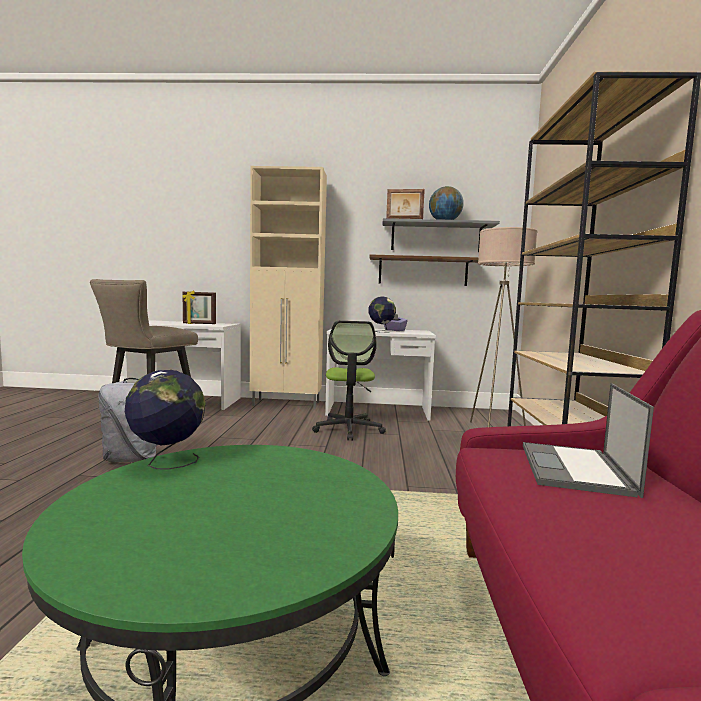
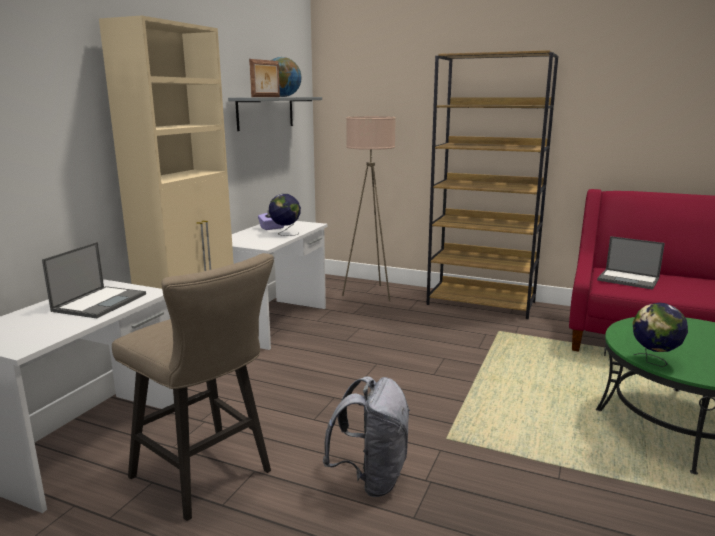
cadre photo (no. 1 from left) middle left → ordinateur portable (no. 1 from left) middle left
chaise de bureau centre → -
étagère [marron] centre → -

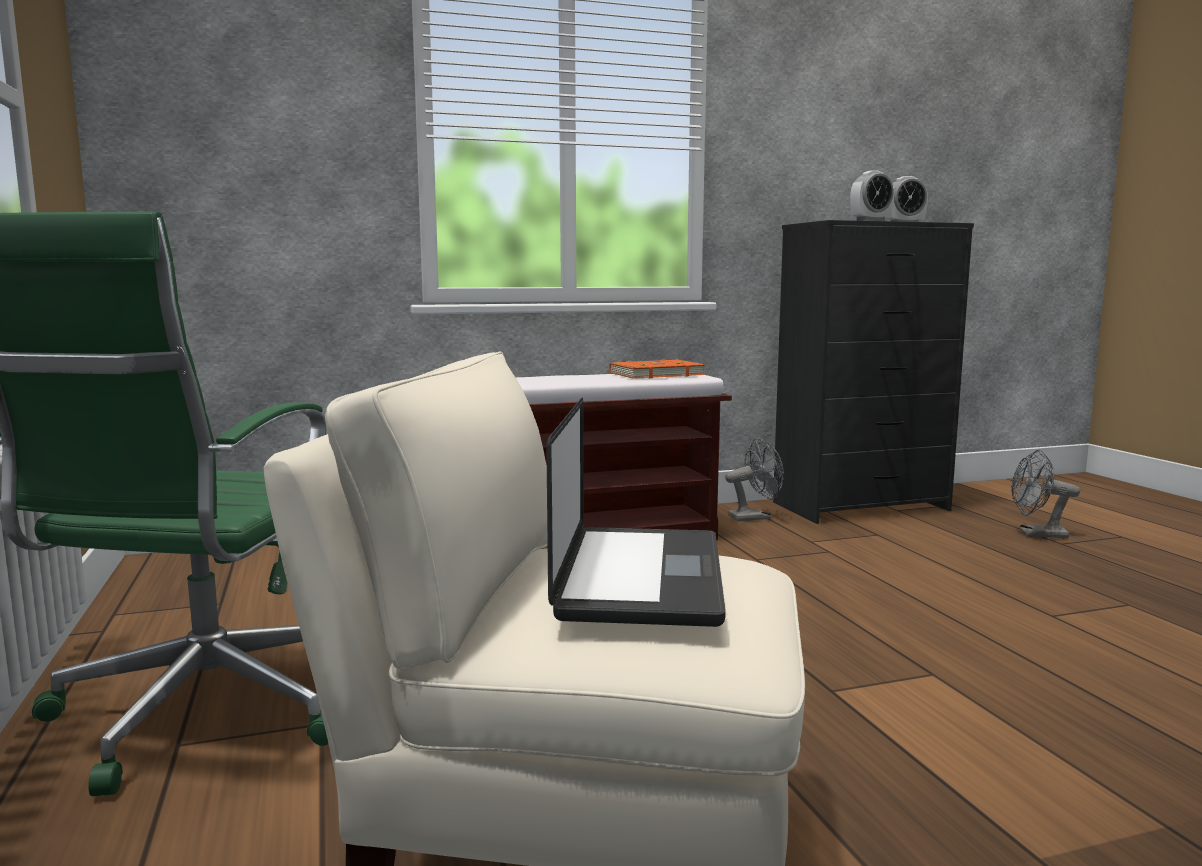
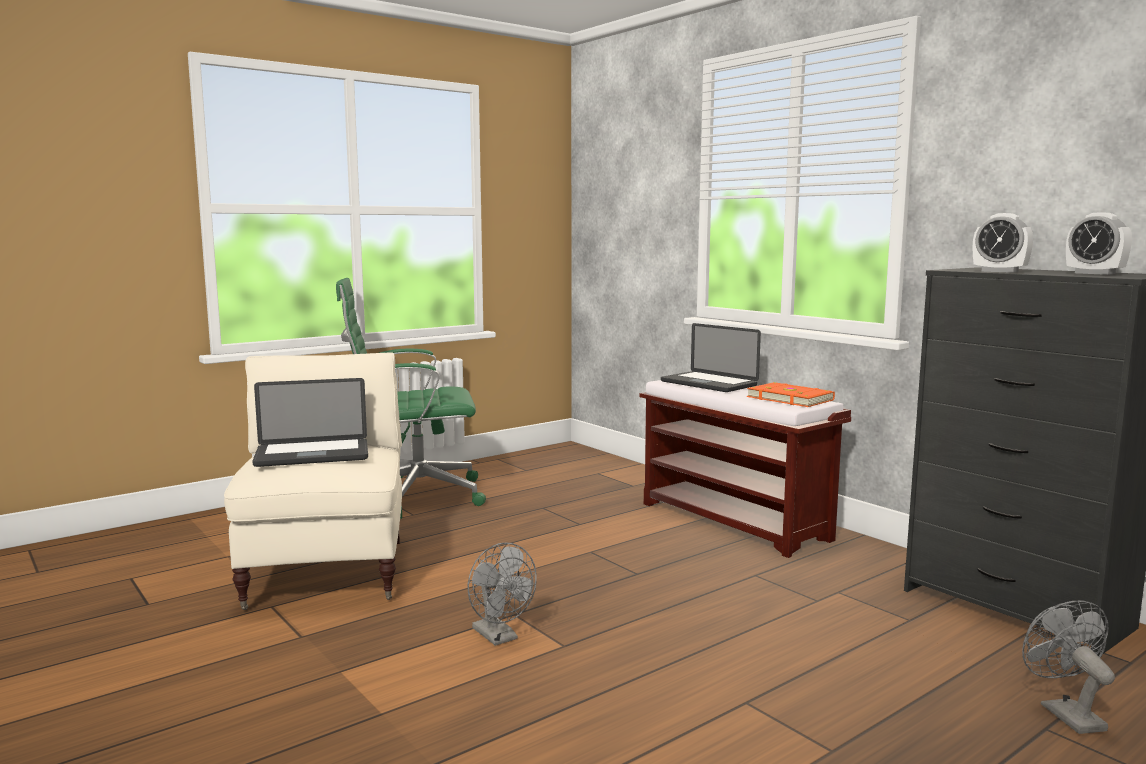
ventilateur [gris] (no. 1 from left) centre → ventilateur [gris] (no. 1 from left) bottom centre, relocated
- → ordinateur portable (no. 2 from left) centre

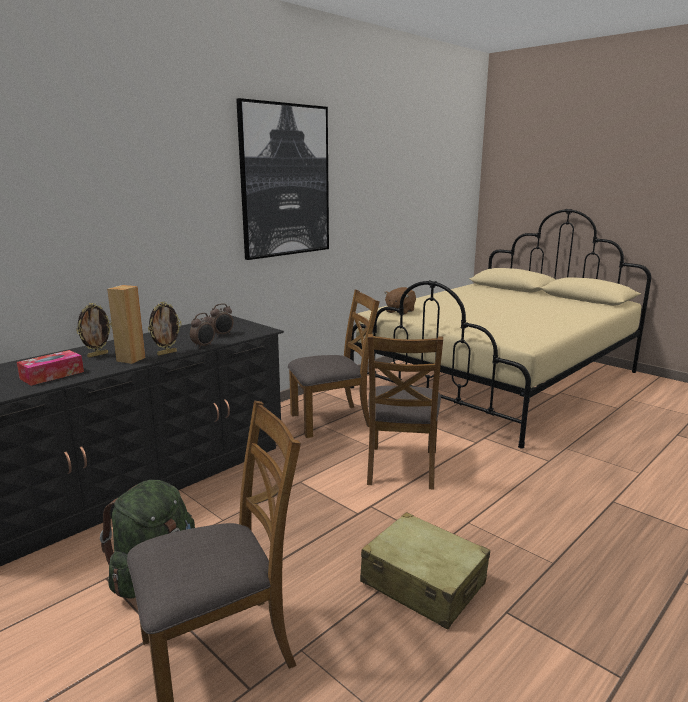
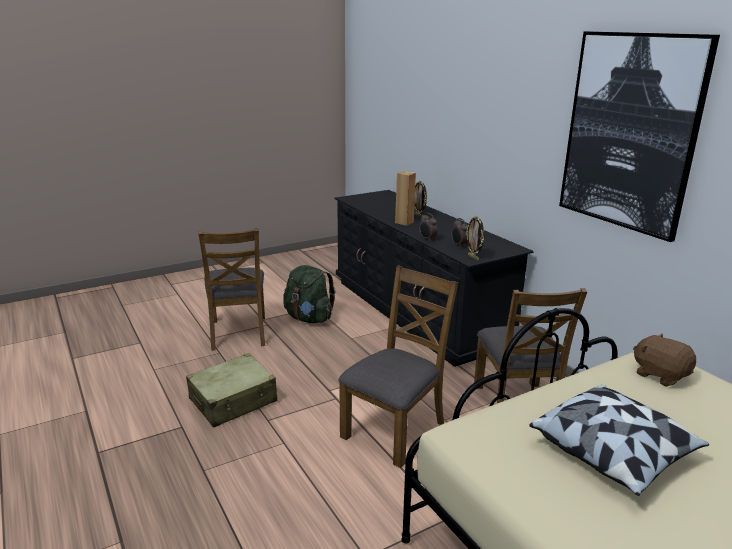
chaise [marron] (no. 3 from left in the first image) centre → chaise [marron] (no. 2 from left) bottom centre, 105 degrees clockwise
cadre photo (no. 2 from left) middle left → cadre photo (no. 2 from left) centre, relocated
- → coussin bottom right
boîte à mouchoirs middle left → -

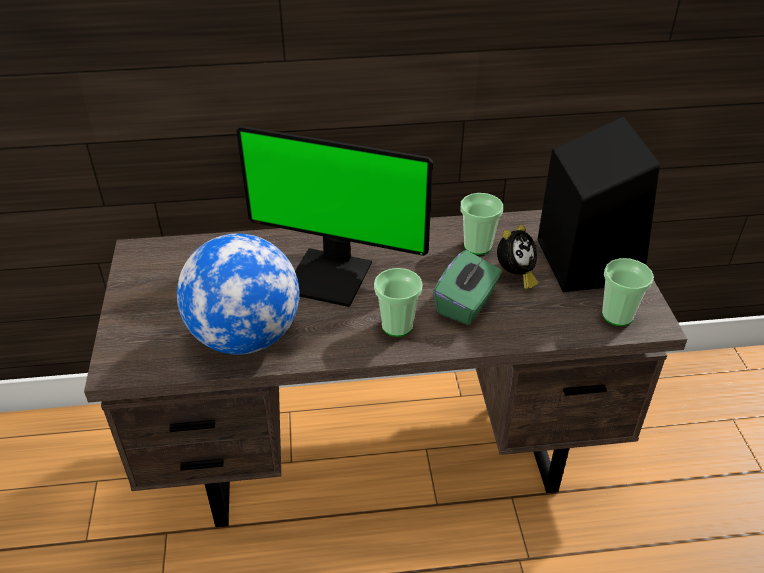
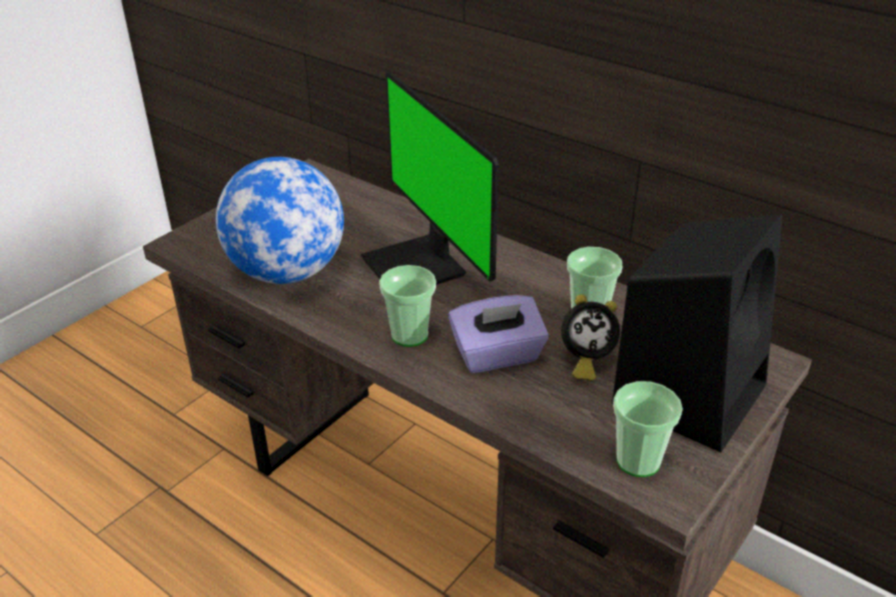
boîte à mouchoirs [vert] centre → boîte à mouchoirs [violet] centre

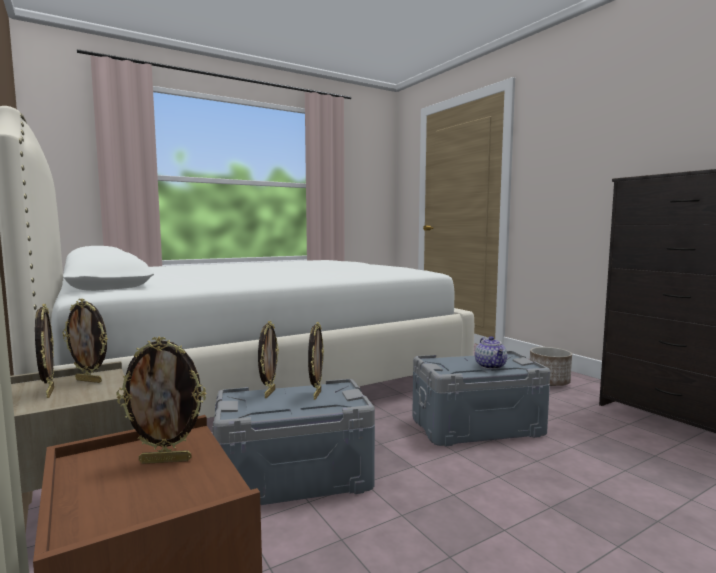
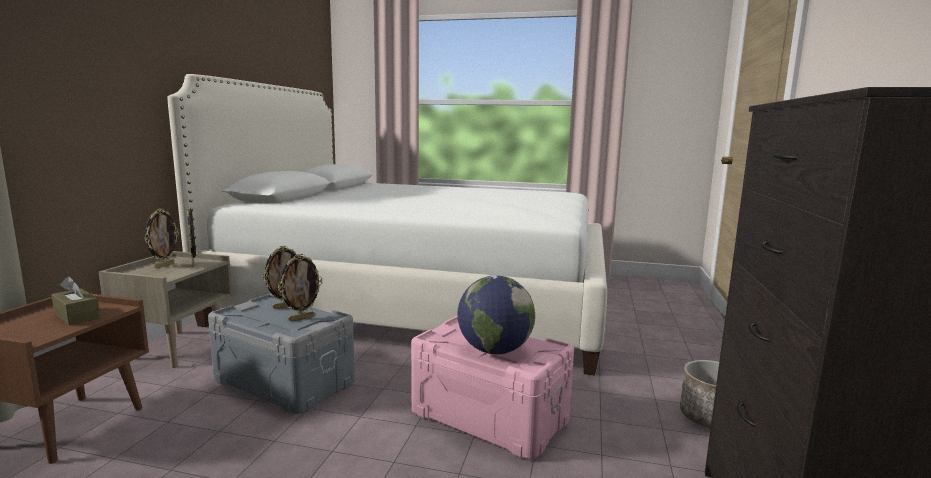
cadre photo (no. 3 from left) bottom left → boîte à mouchoirs [marron] middle left
boîte de rangement [gris] (no. 2 from left) bottom right → boîte de rangement [rose] bottom centre
théière middle right → globe centre

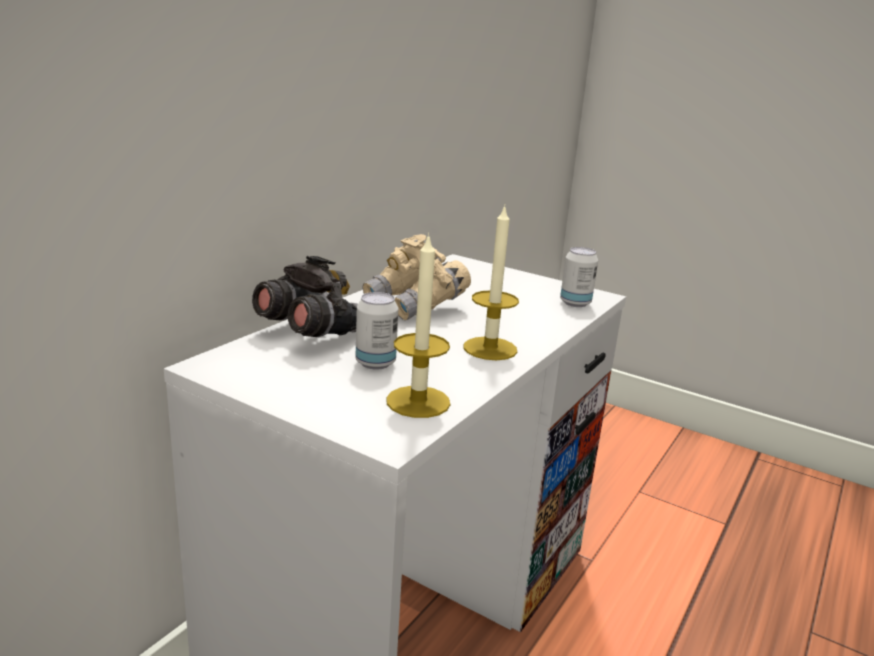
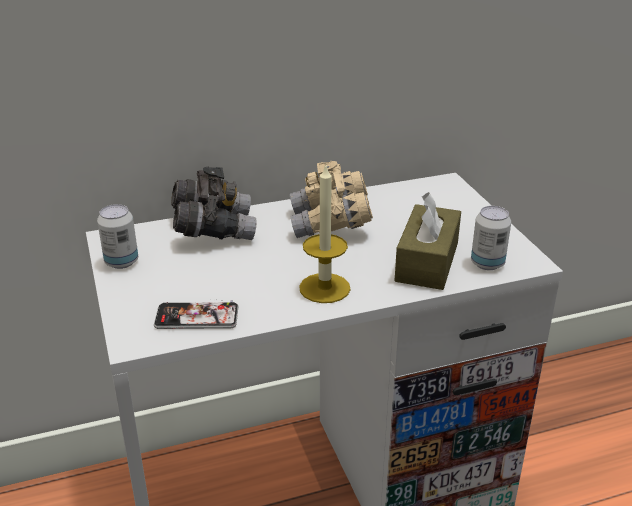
boîte métallique (no. 1 from left) centre → boîte métallique (no. 1 from left) middle left, relocated
bougie (no. 1 from left) centre → téléphone middle left
- → boîte à mouchoirs [marron] middle right

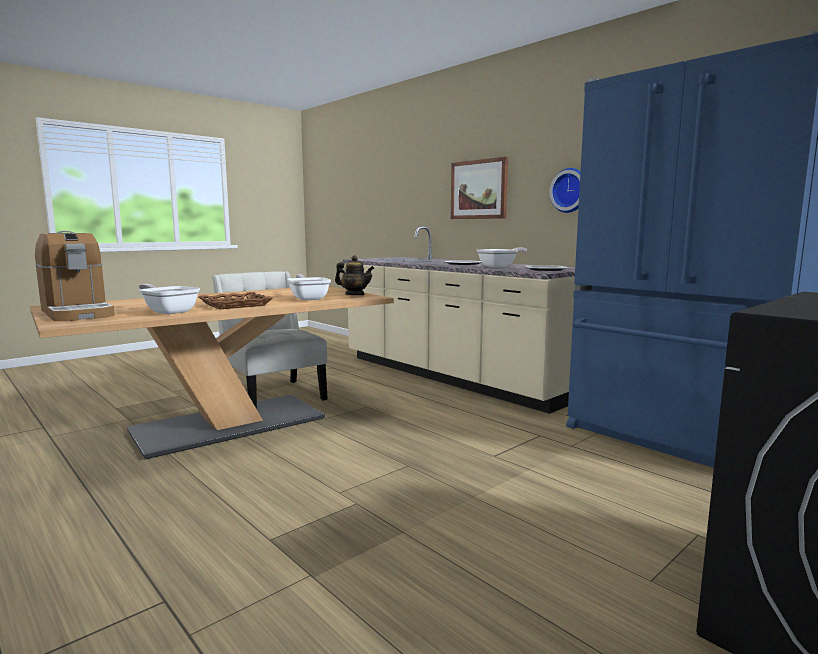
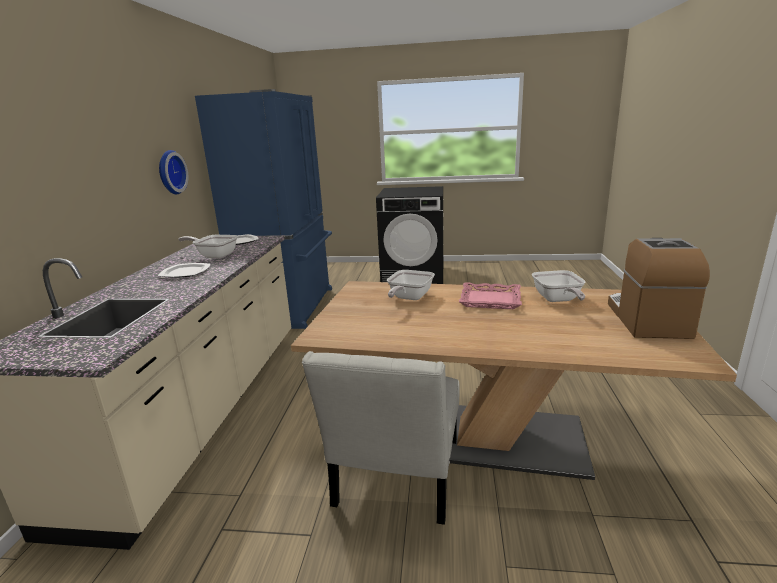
plateau [marron] middle left → plateau [rose] centre
théière centre → -
tableau top centre → -

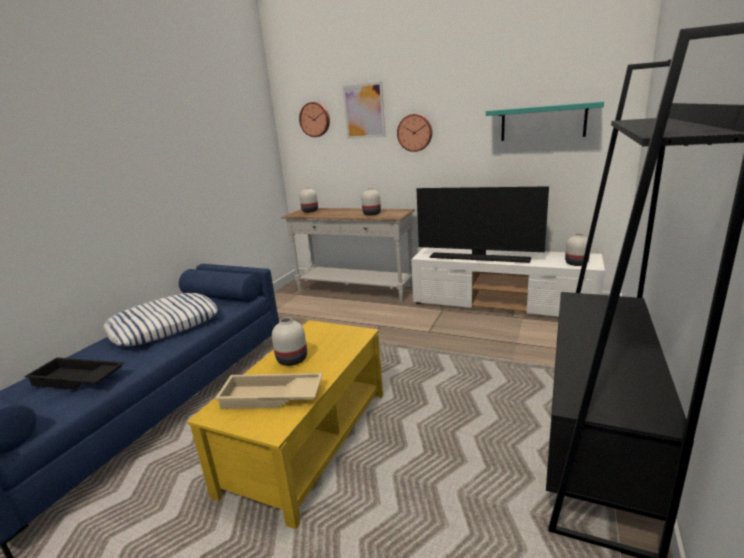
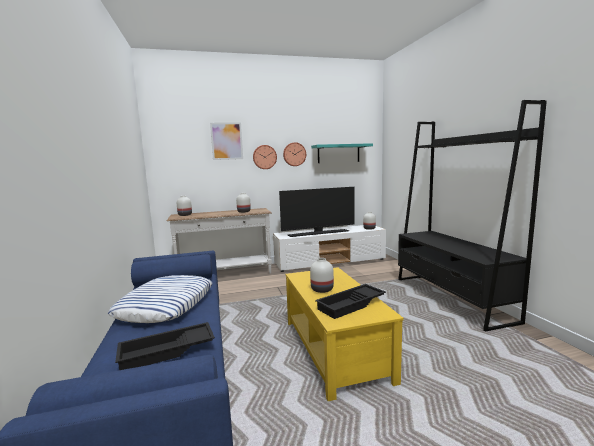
horloge murale (no. 1 from left in the first image) top centre → horloge murale (no. 2 from left) centre, relocated
plateau [beige] bottom centre → plateau [noir] (no. 2 from left) bottom centre

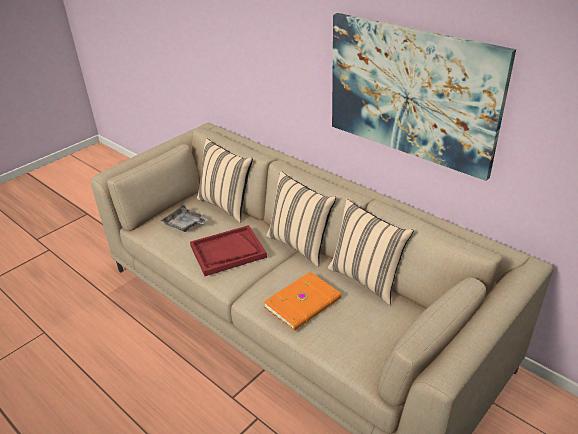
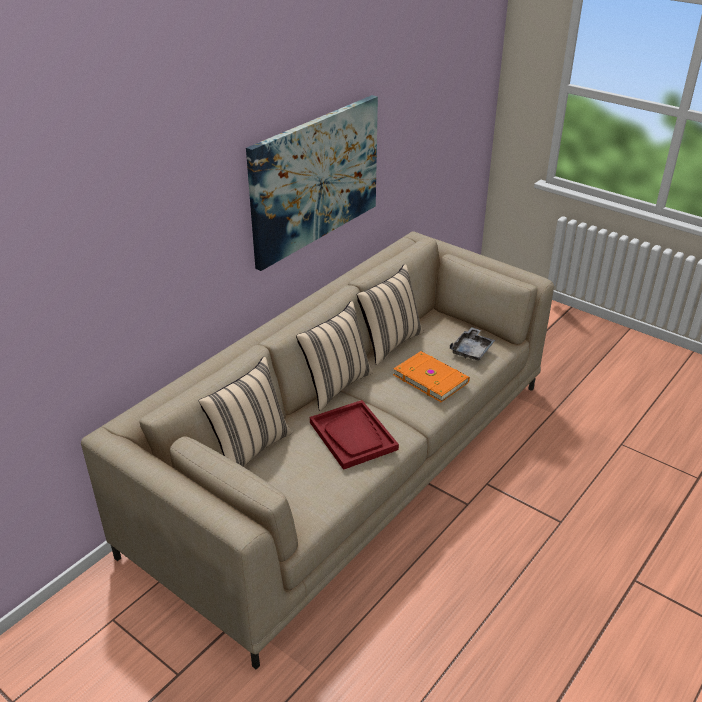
plateau [gris] middle left → plateau [gris] middle right, relocated

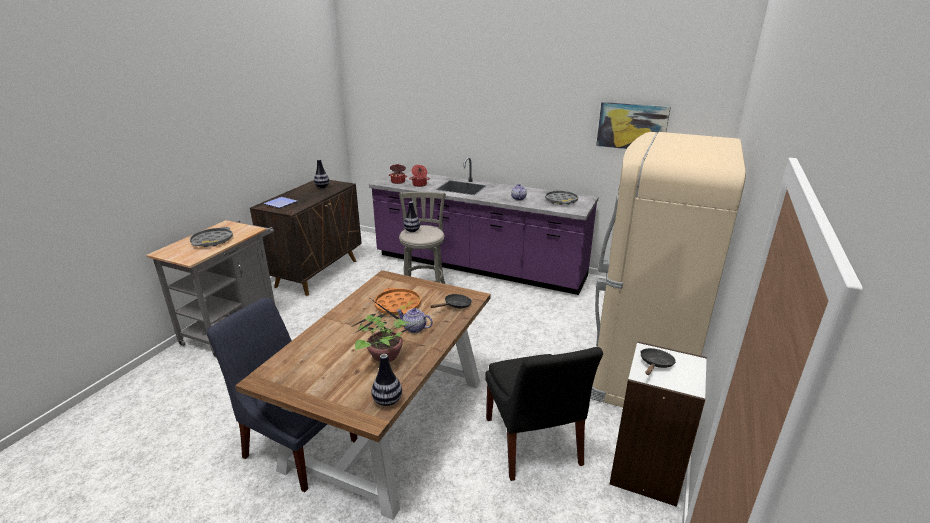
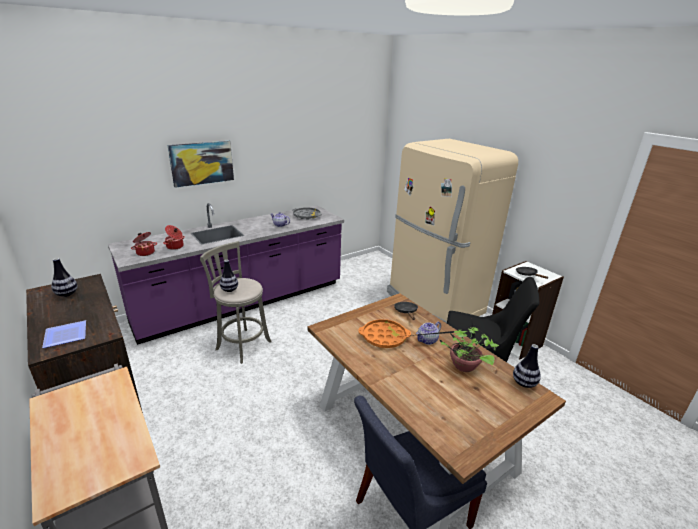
tableau top right → tableau top left, relocated
plateau [gris] (no. 1 from left) middle left → -

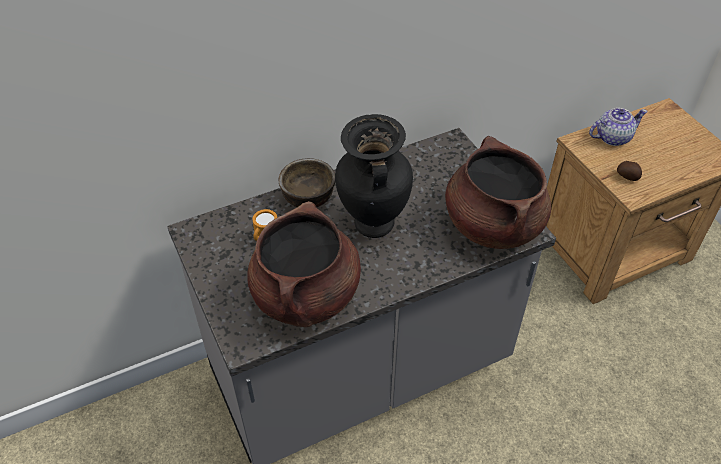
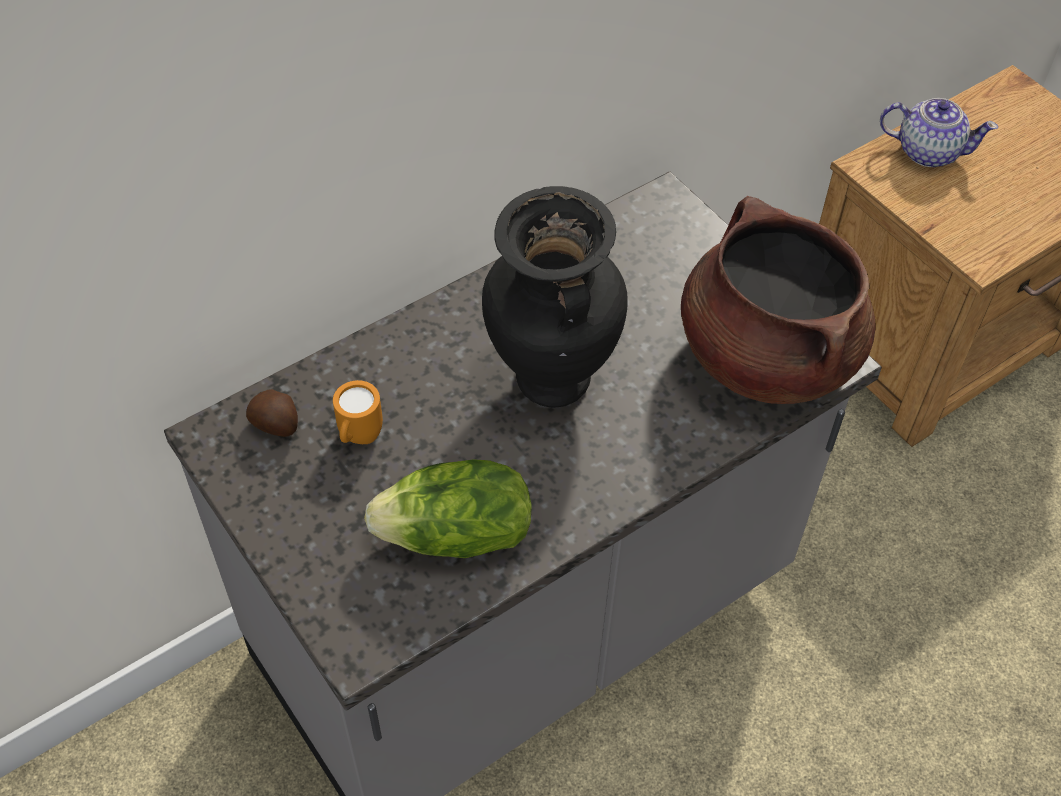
pomme de terre middle right → pomme de terre middle left, relocated
marmite [marron] (no. 1 from left) centre → laitue centre
théière top right, 45 degrees clockwise
bol [marron] centre → -

